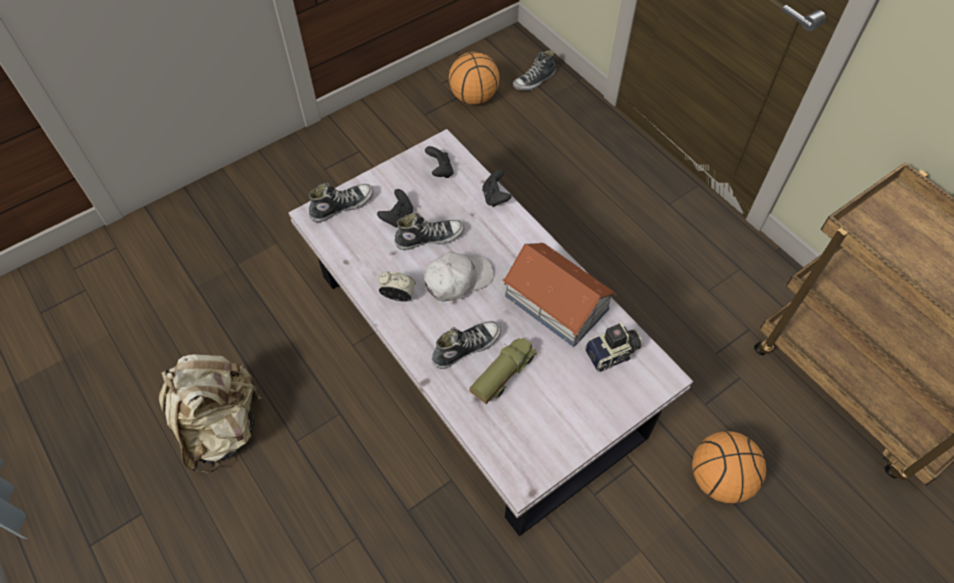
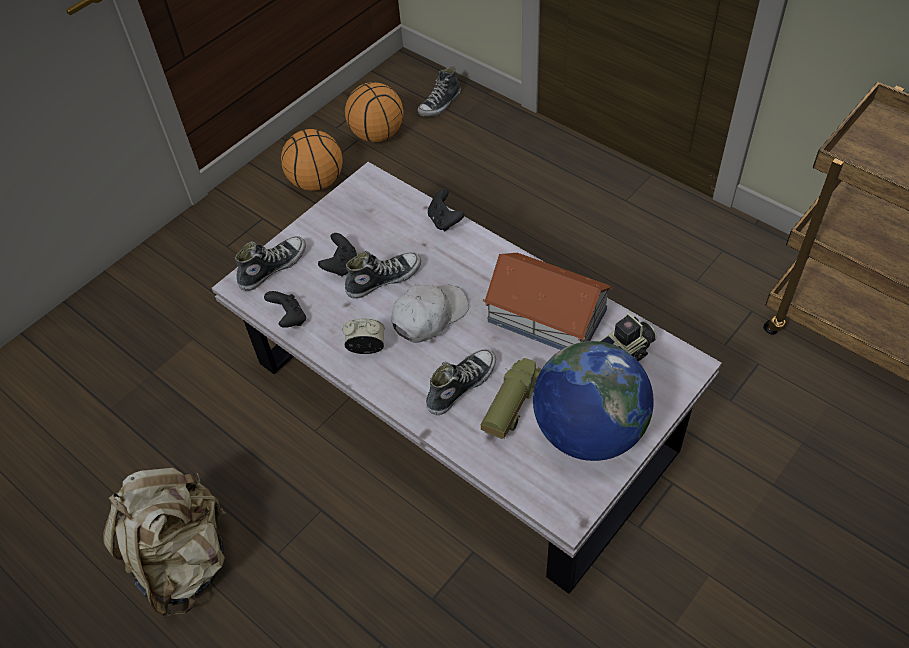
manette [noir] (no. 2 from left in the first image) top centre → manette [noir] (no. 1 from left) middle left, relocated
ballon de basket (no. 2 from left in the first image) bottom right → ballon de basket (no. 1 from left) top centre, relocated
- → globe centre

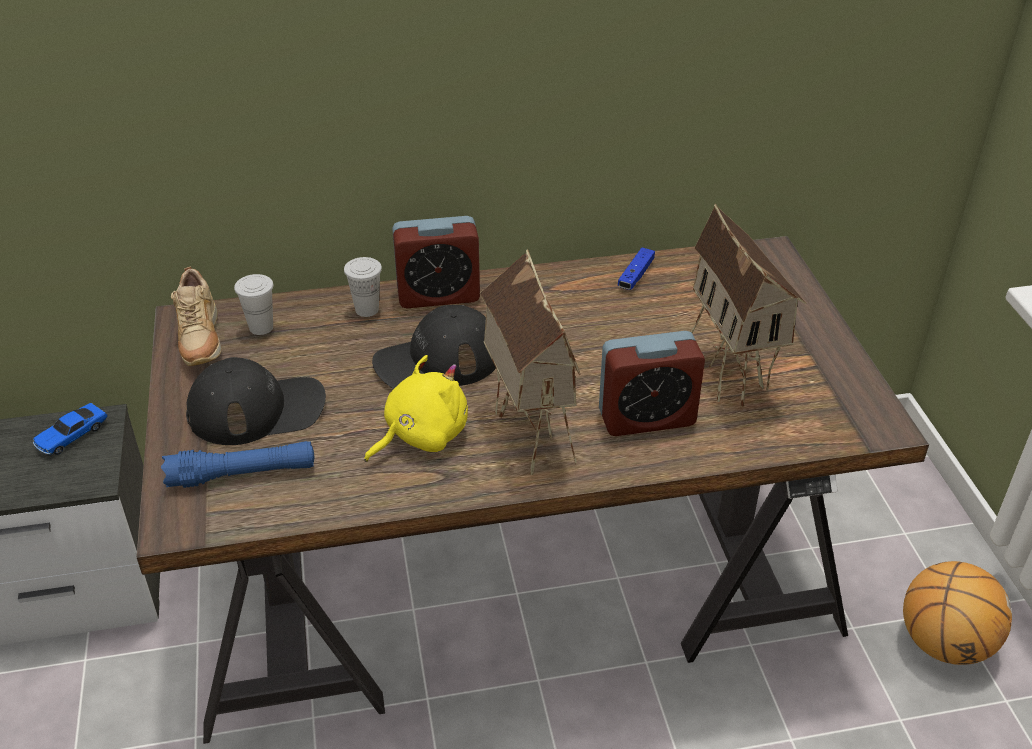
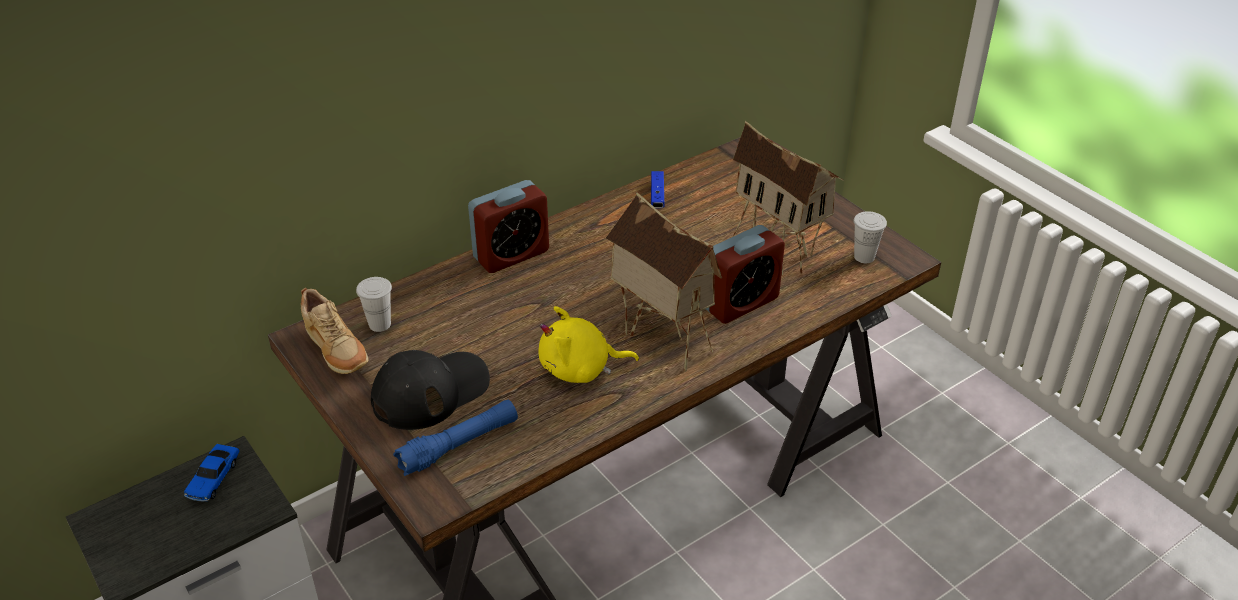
peluche [jaune] centre, 120 degrees counterclockwise
tasse [blanc] (no. 2 from left) centre → tasse [blanc] (no. 2 from left) middle right, relocated
casquette [noir] (no. 2 from left) centre → -
ballon de basket bottom right → -

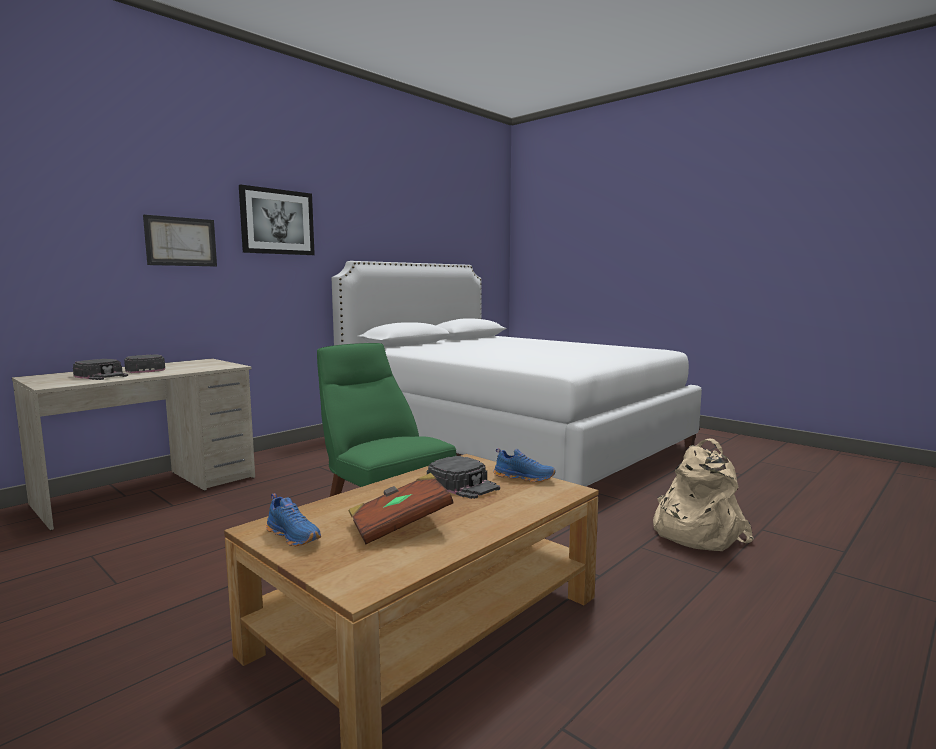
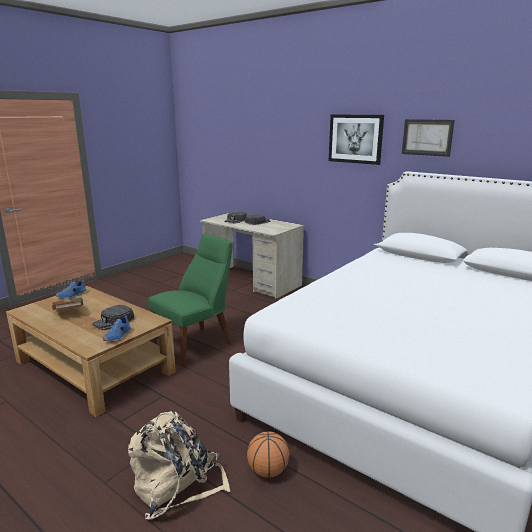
- → ballon de basket bottom centre
tableau (no. 1 from left in the first image) top left → tableau (no. 2 from left) top right, relocated

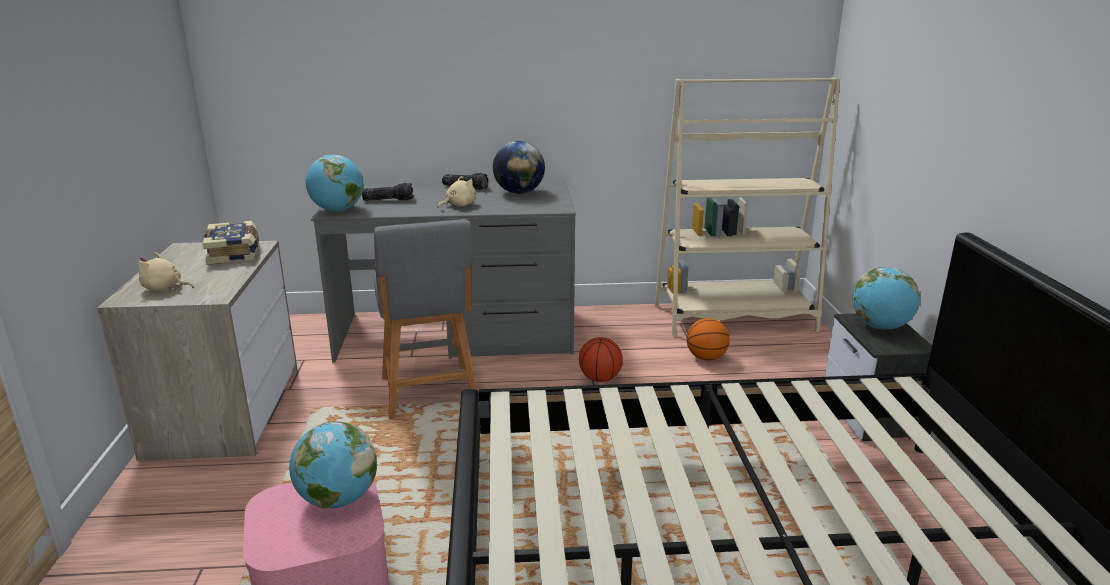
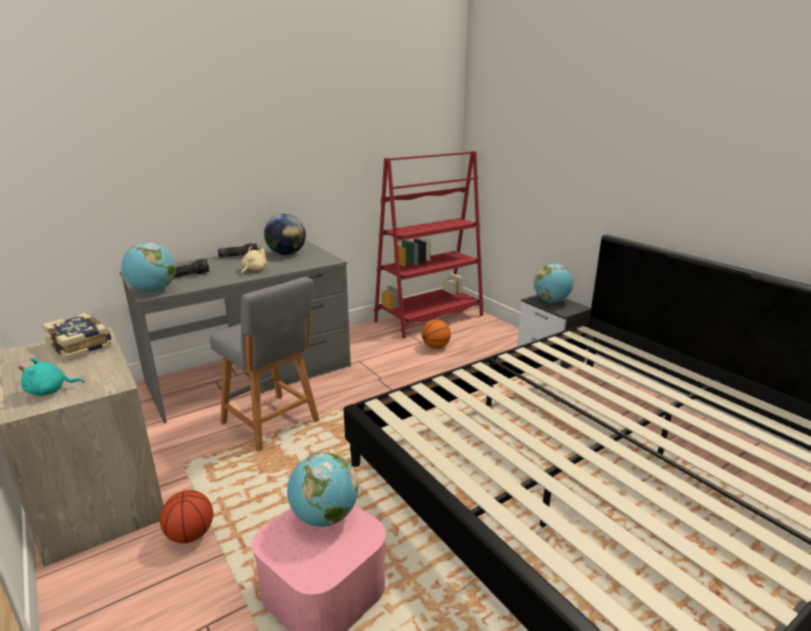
peluche [beige] (no. 1 from left) middle left → peluche [turquoise] middle left
ballon de basket (no. 1 from left) centre → ballon de basket (no. 1 from left) bottom left, relocated
bibliothèque [beige] middle right → bibliothèque [rouge] centre

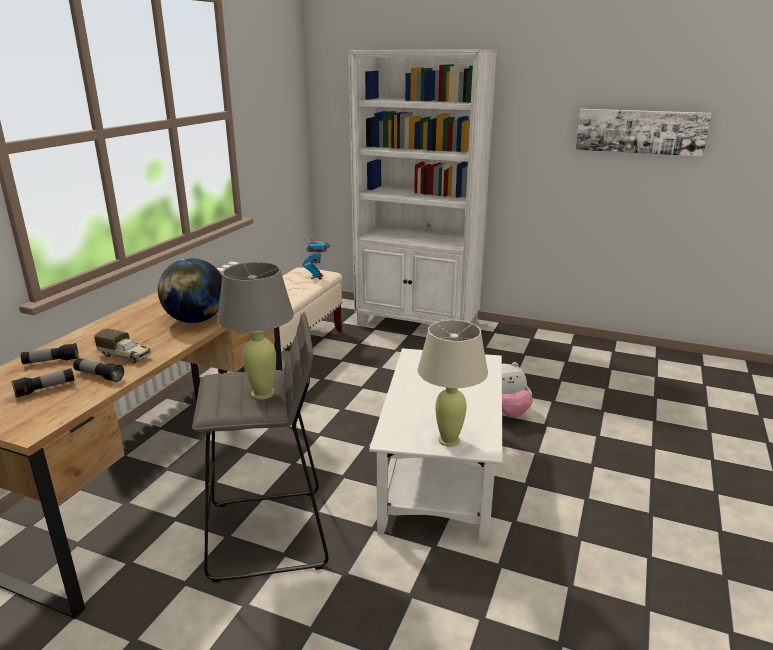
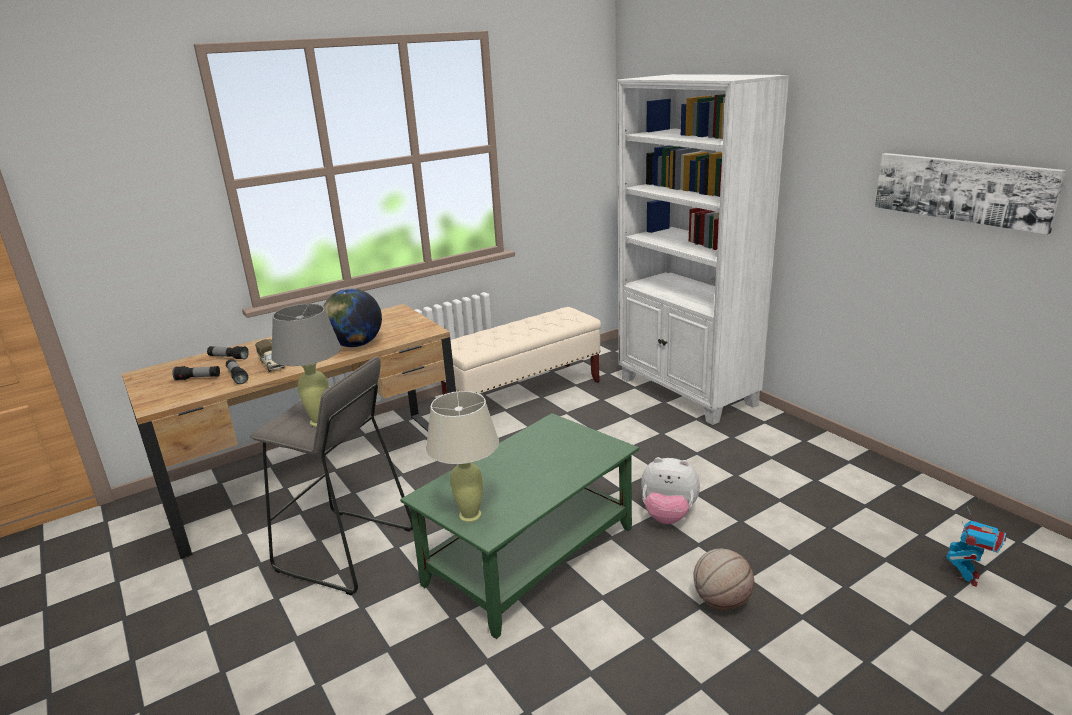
table basse [blanc] bottom centre → table basse [vert] bottom centre
- → ballon de basket bottom right
robot jouet centre → robot jouet bottom right, relocated

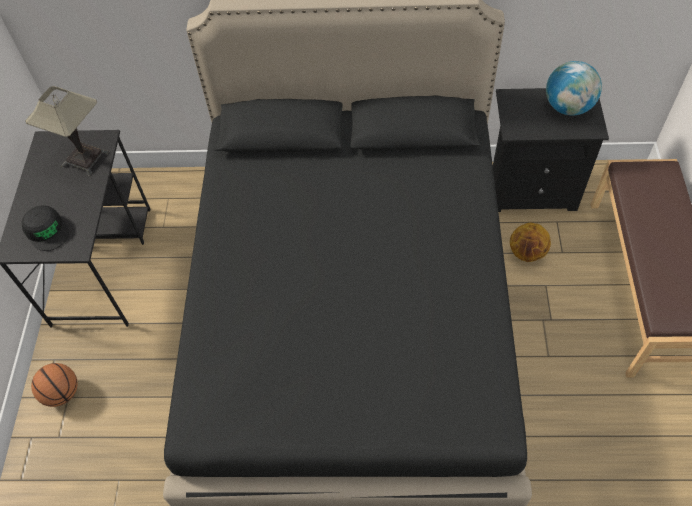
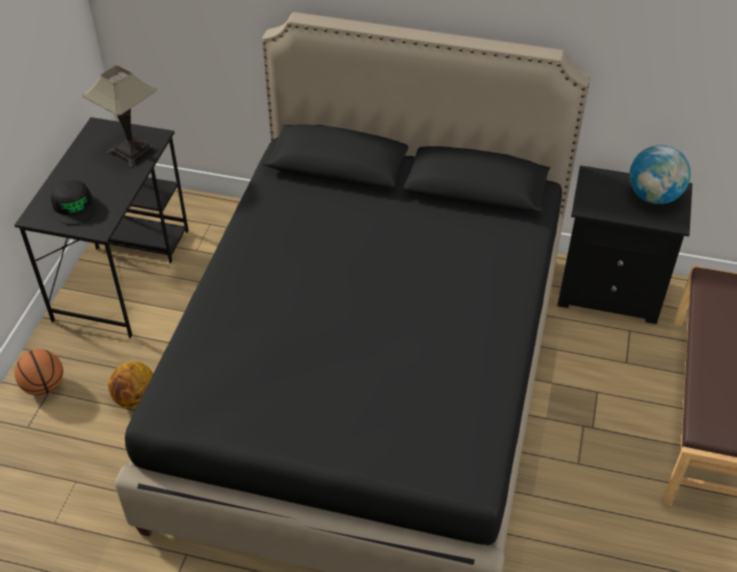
ballon de basket (no. 2 from left) middle right → ballon de basket (no. 2 from left) bottom left, relocated

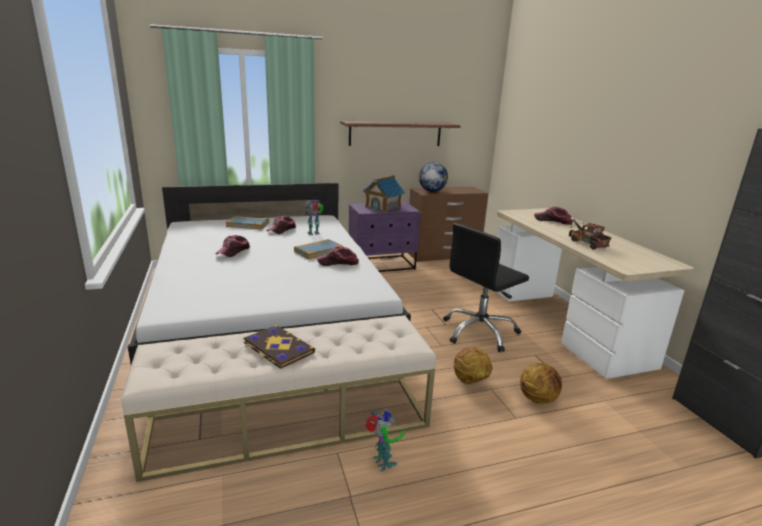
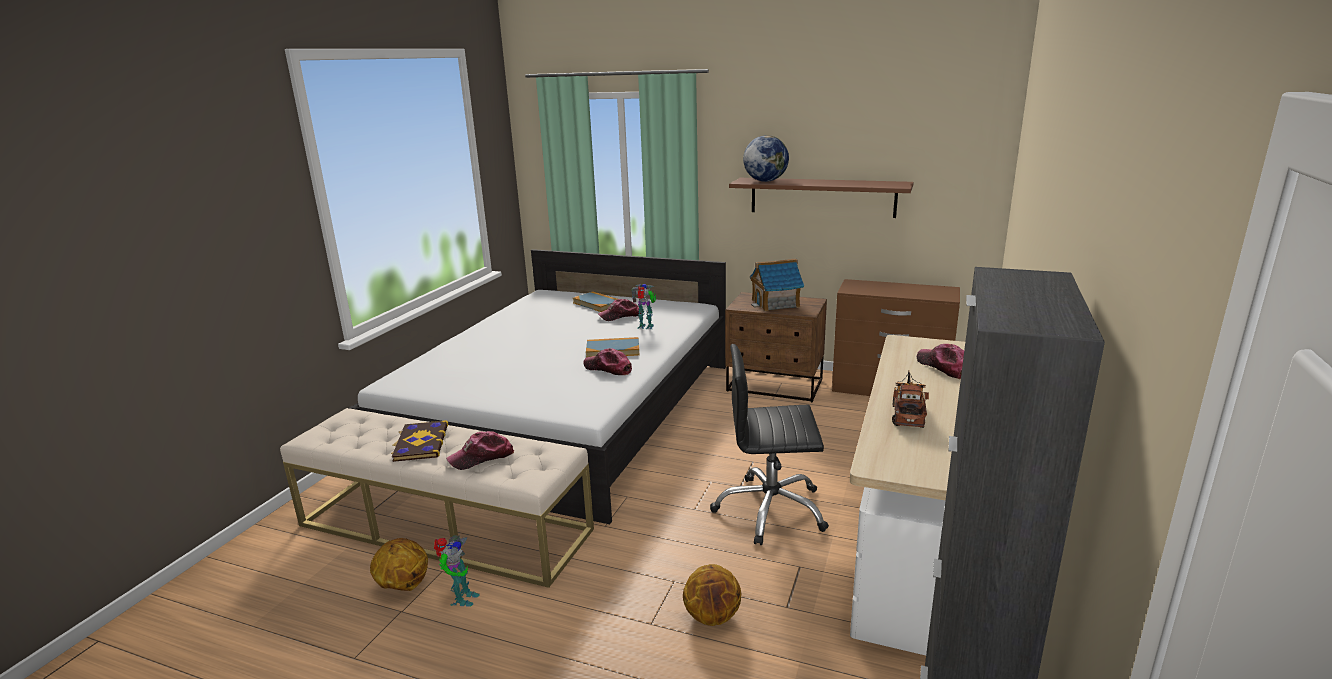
ballon de basket (no. 1 from left) bottom centre → ballon de basket (no. 1 from left) bottom left, relocated
casquette (no. 1 from left) middle left → casquette (no. 1 from left) centre, relocated
table de chevet [violet] centre → table de chevet [marron] centre
globe centre → globe top centre, relocated

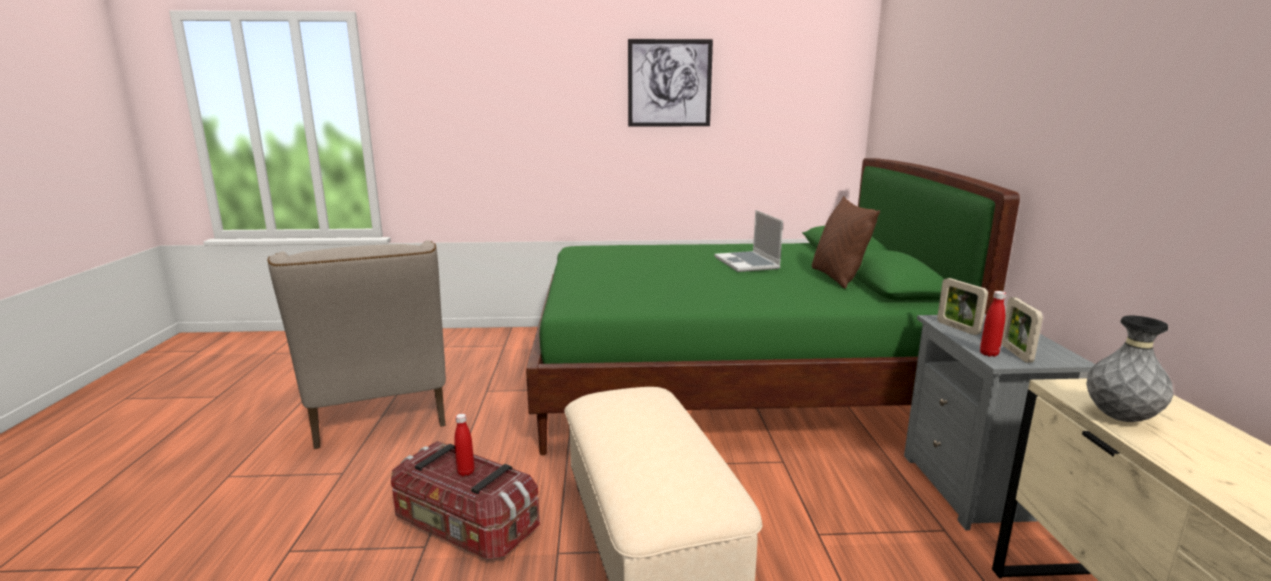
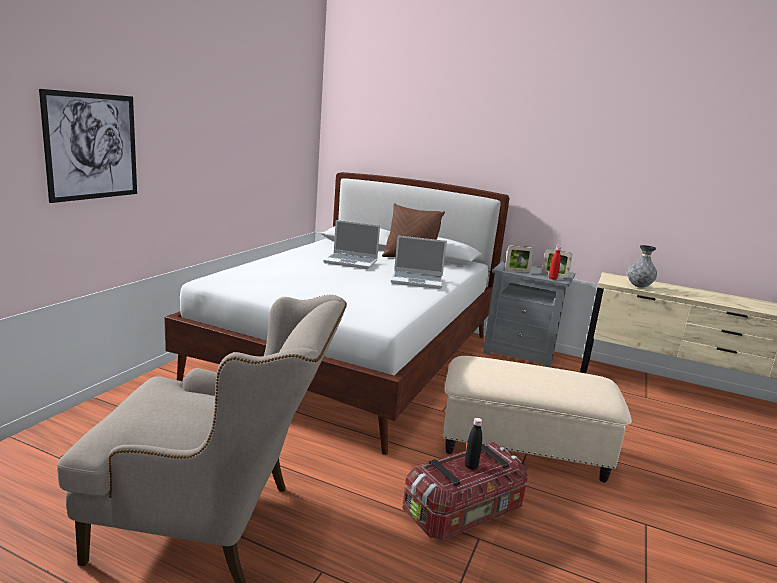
tableau top centre → tableau top left, relocated
lit [vert] centre → lit [blanc] centre
- → ordinateur portable (no. 2 from left) centre
bouteille [rouge] (no. 1 from left) bottom centre → bouteille [noir] bottom centre

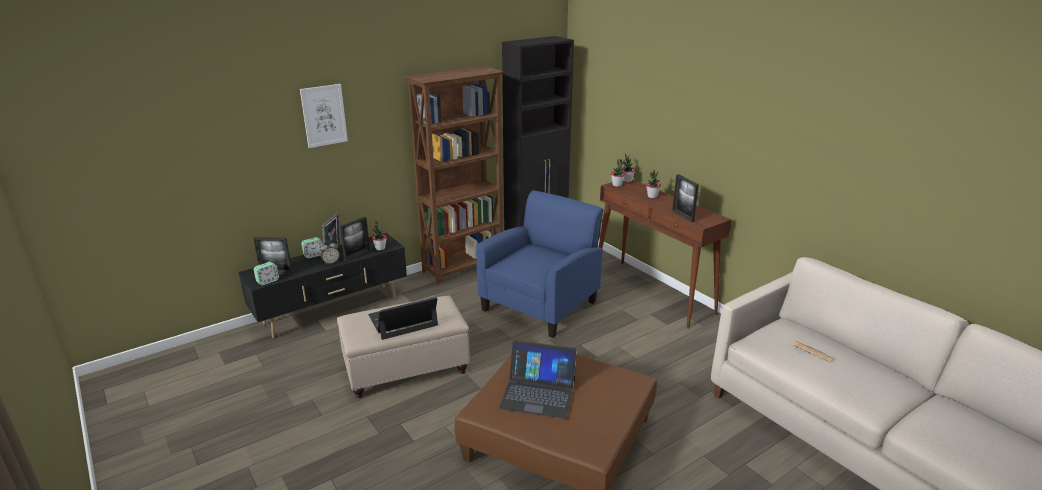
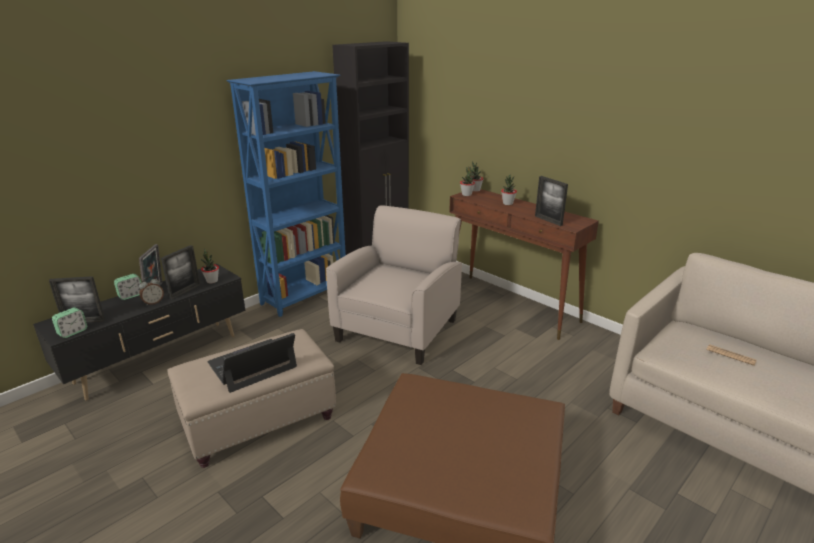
bibliothèque [marron] centre → bibliothèque [bleu] centre
fauteuil [bleu] centre → fauteuil [beige] centre
tableau top left → -
ordinateur portable (no. 2 from left) bottom centre → -

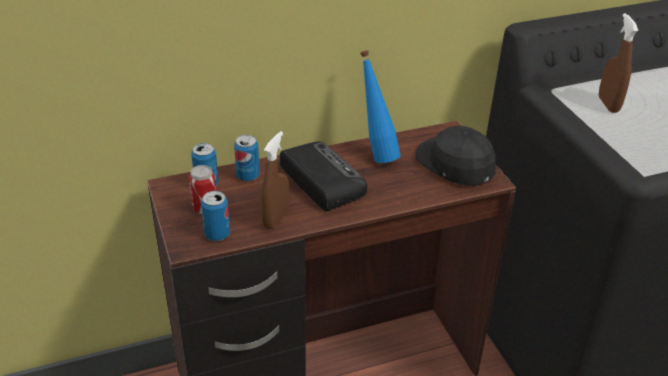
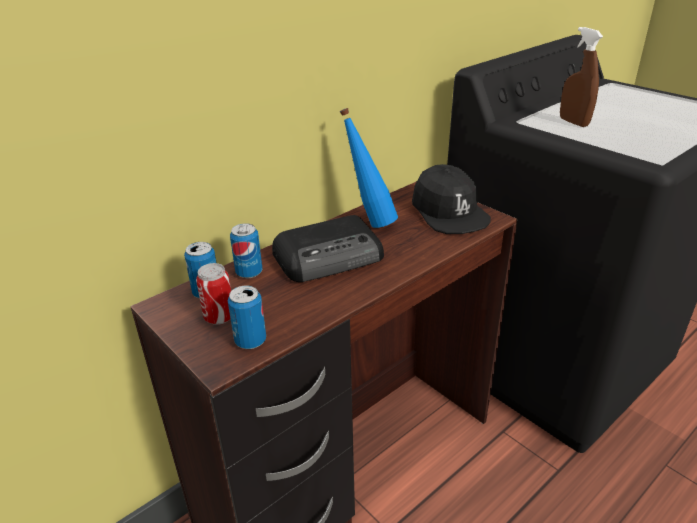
radio centre, 120 degrees clockwise
casquette [noir] middle right → casquette [noir] centre, 150 degrees counterclockwise
vaporisateur [marron] (no. 1 from left) centre → -

